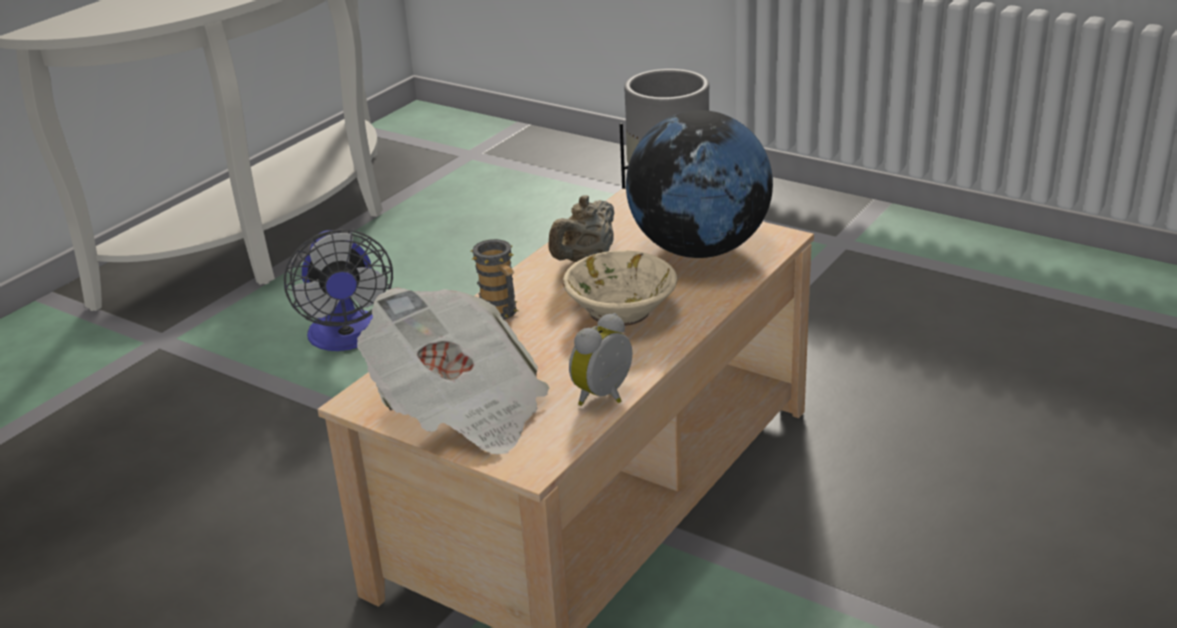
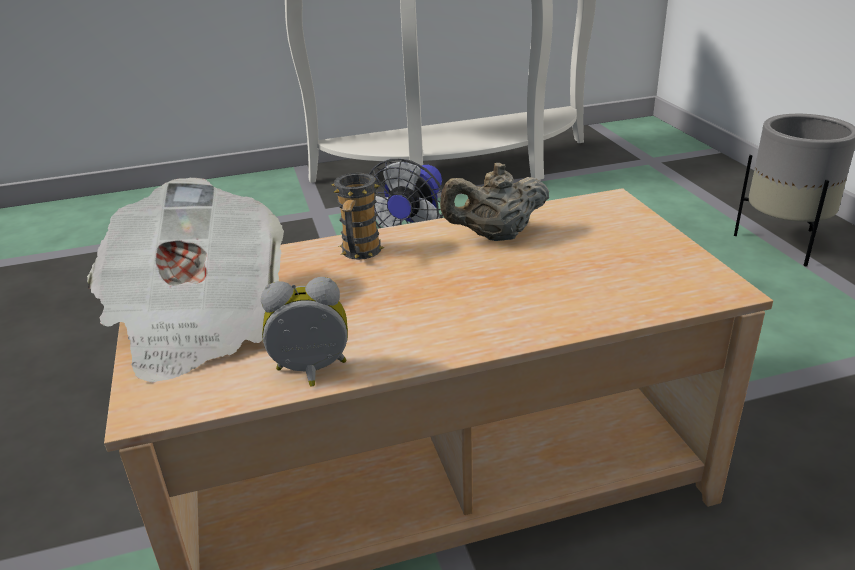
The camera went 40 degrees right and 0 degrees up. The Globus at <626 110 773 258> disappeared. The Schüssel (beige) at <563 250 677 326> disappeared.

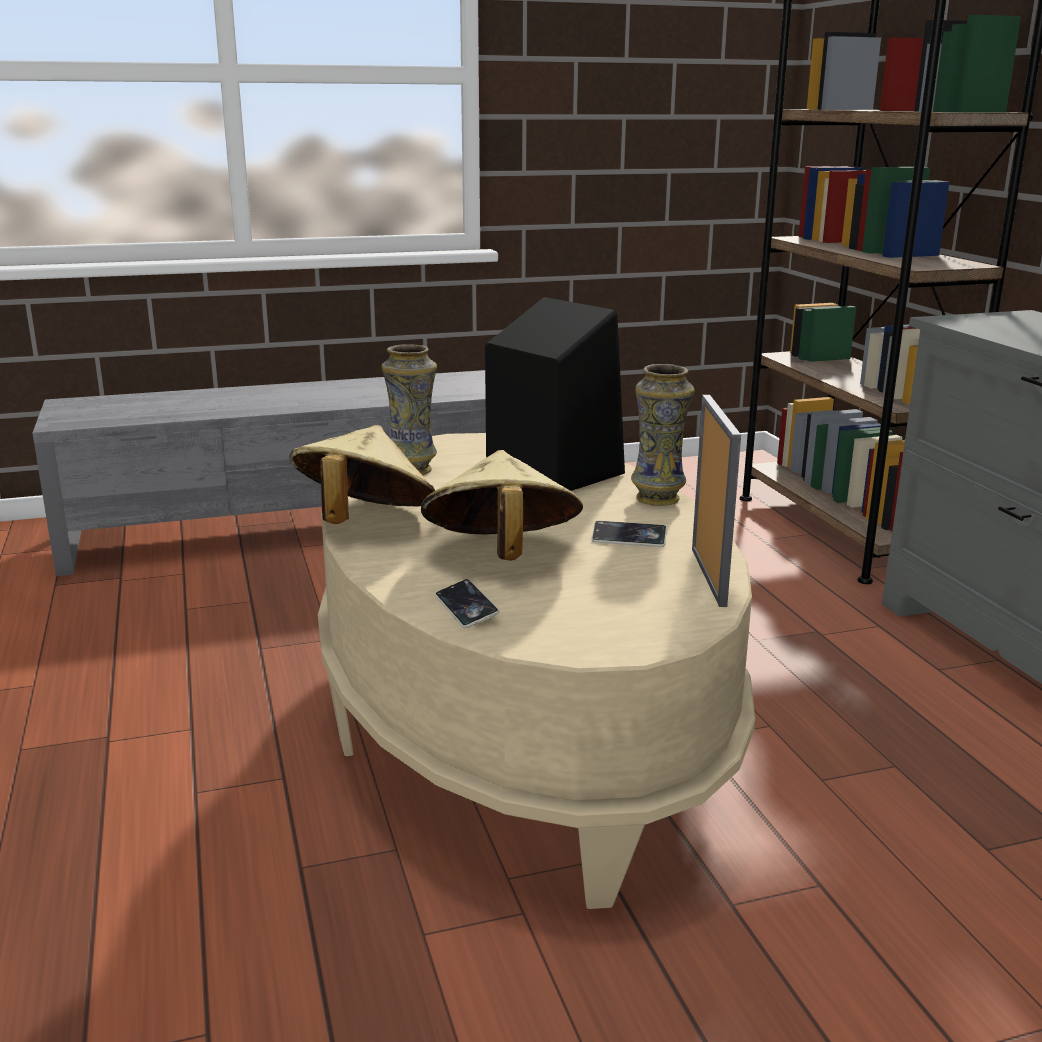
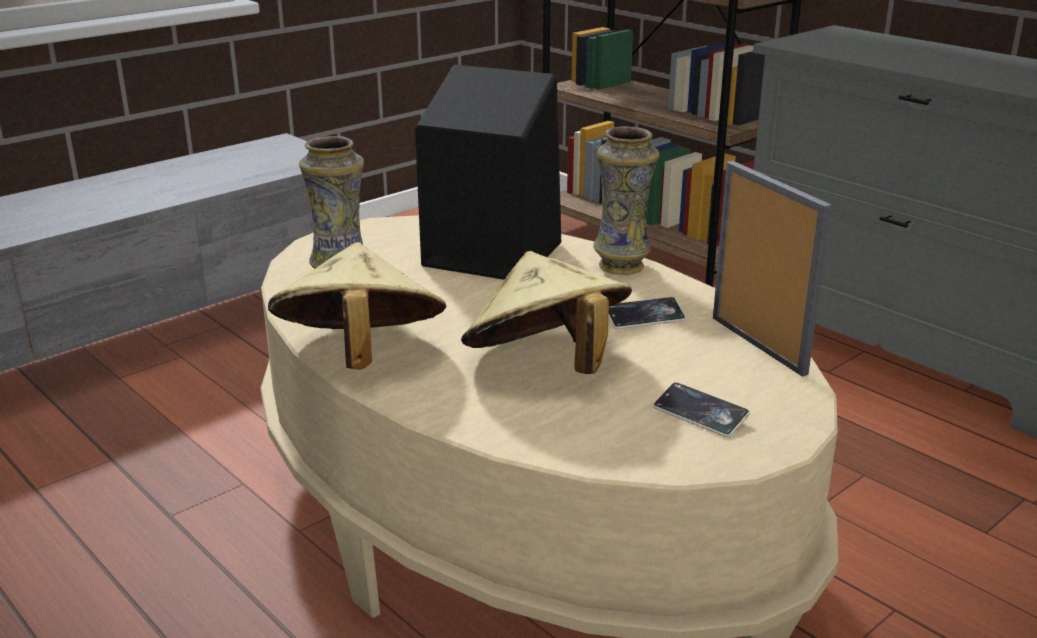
The camera went 25 degrees left and 5 degrees up. The Handy moved from <435 579 499 628> to <653 382 750 437>.

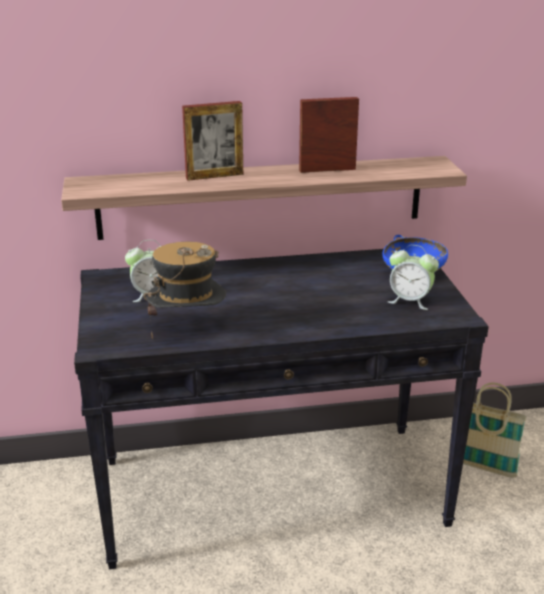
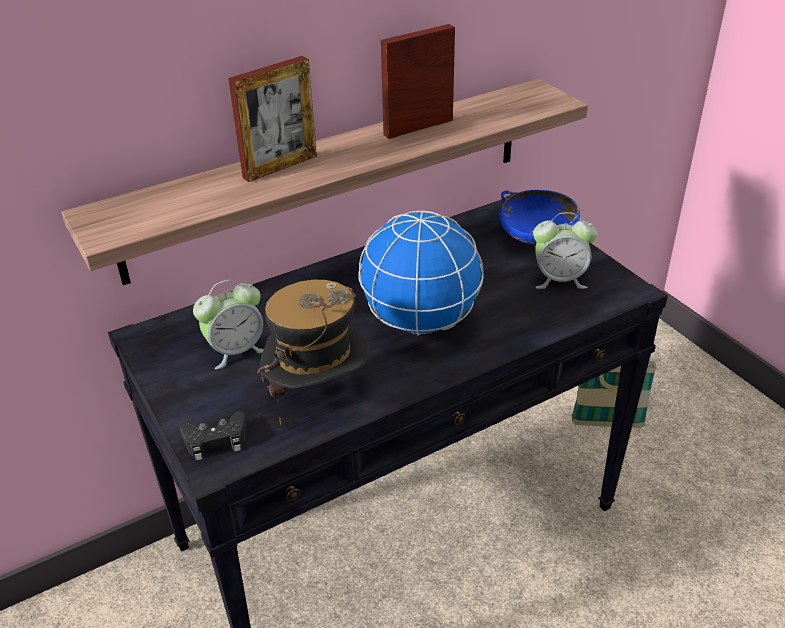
The camera went 20 degrees left and 10 degrees up. The Globus at <358 211 484 336> appeared. The Gamepad (schwarz) at <180 411 246 460> appeared.

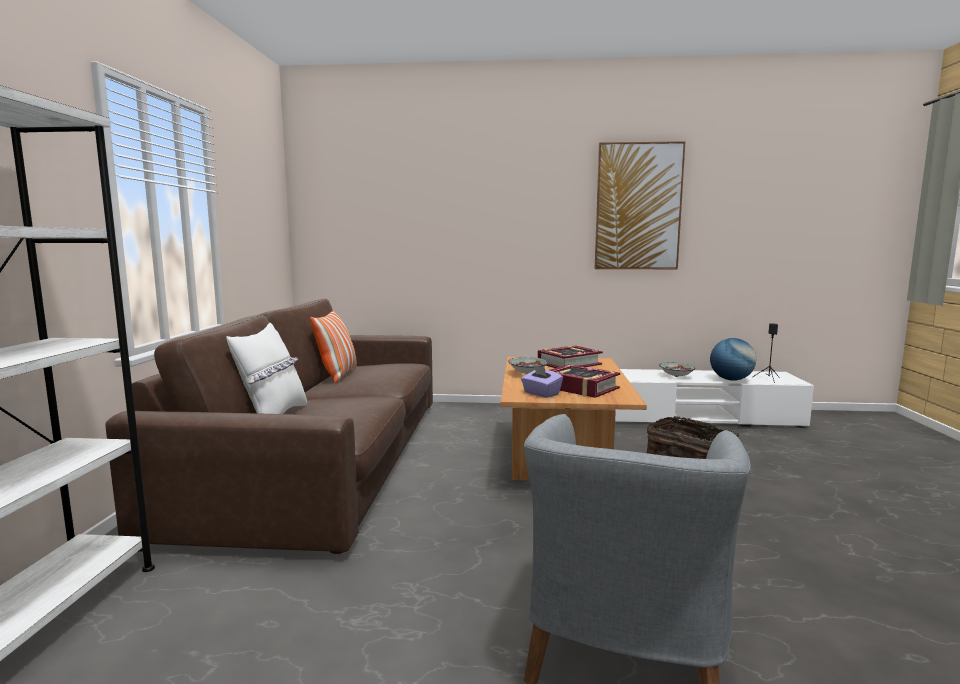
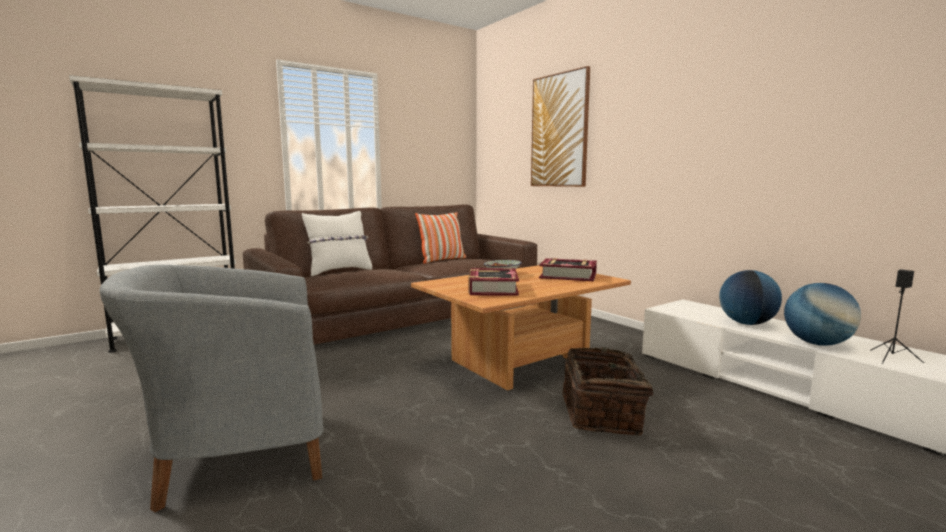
The camera went 50 degrees right and 0 degrees up. The Bild moved from <595 141 685 269> to <531 66 590 187>. The Schüssel at <659 363 695 377> was replaced by the Globus at <719 270 782 325>. The Taschentuchbox (lila) at <521 364 563 398> disappeared.

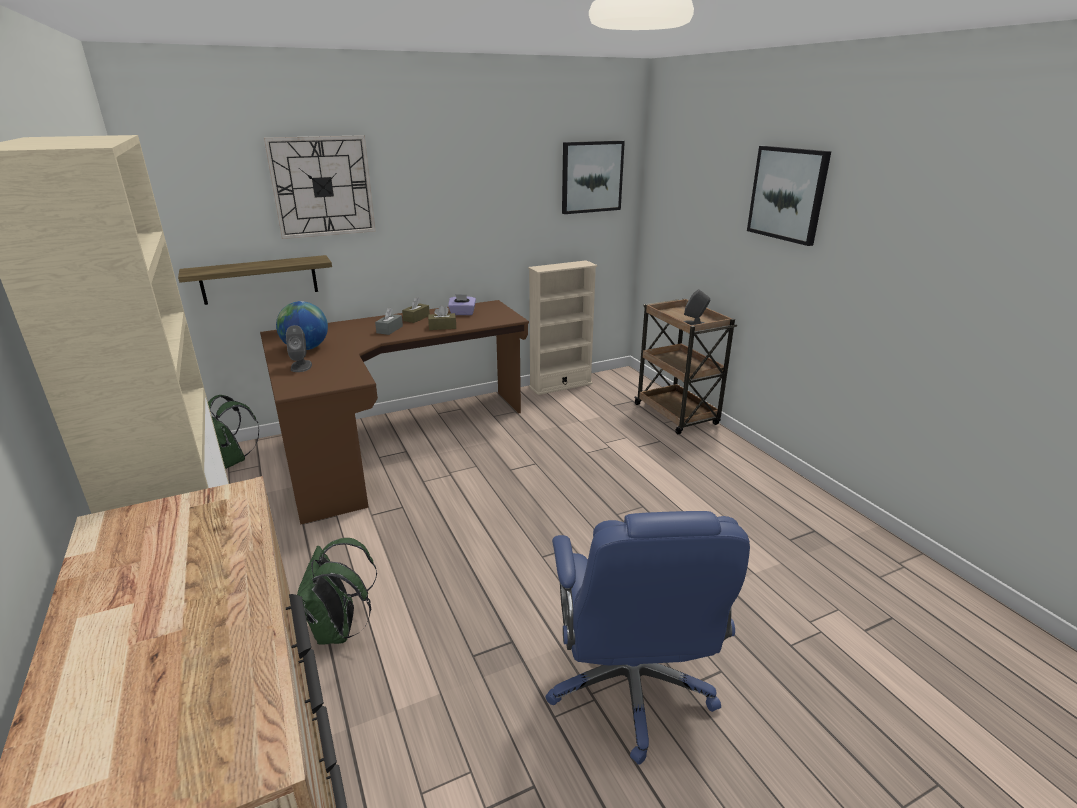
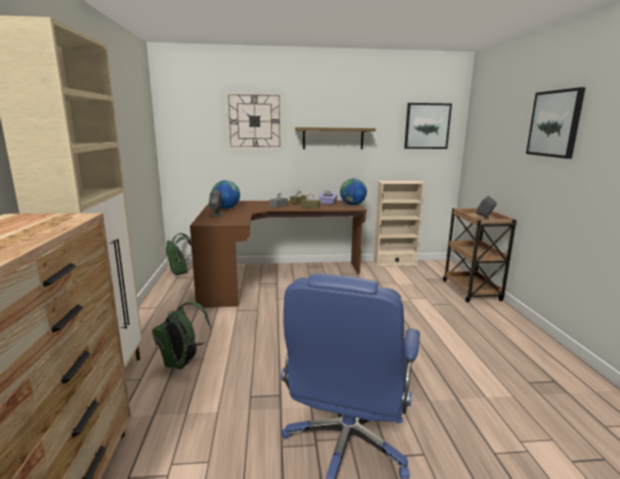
The camera went 20 degrees right and 10 degrees down. The Wandregal moved from <178 255 332 305> to <295 127 376 149>. The Globus at <340 178 367 205> appeared.

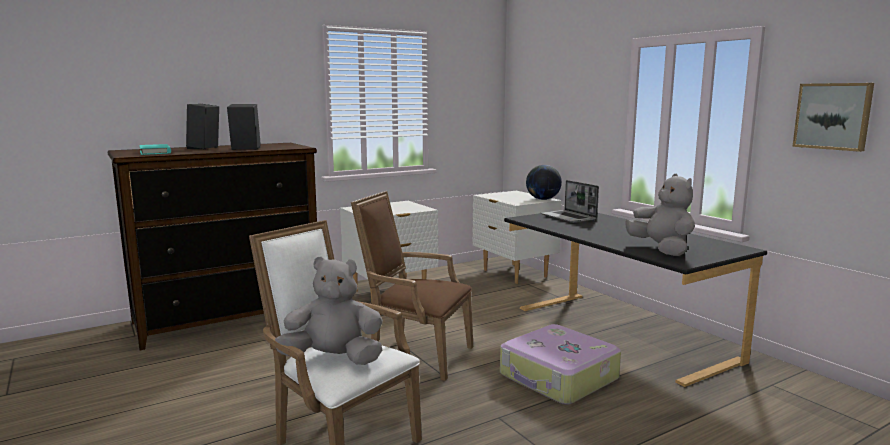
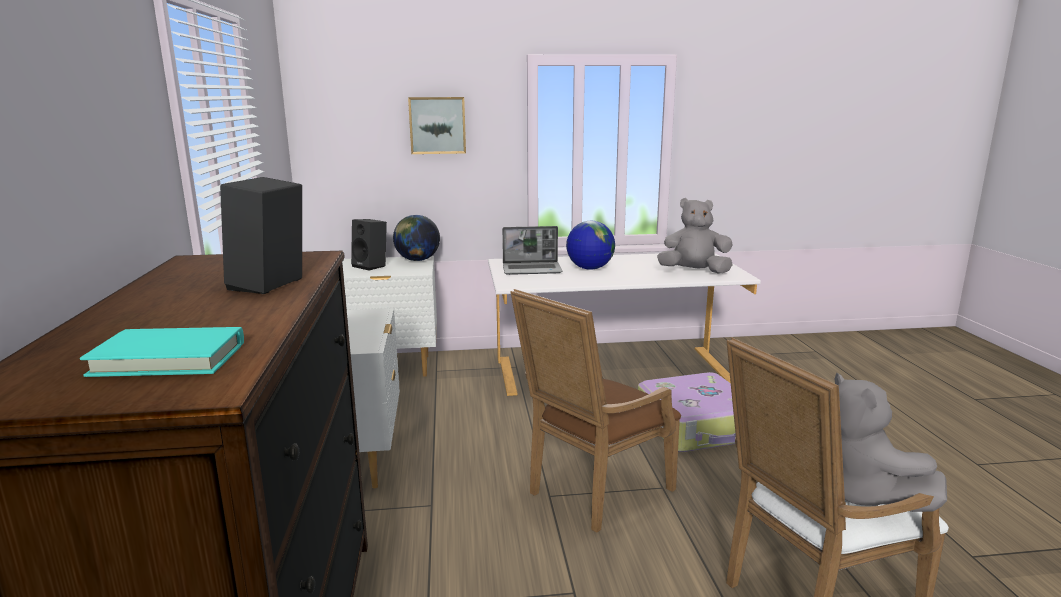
The camera went 65 degrees left and 5 degrees up. The Bild moved from <792 83 874 152> to <408 97 466 154>. The Lautsprecher (schwarz) moved from <186 104 219 150> to <351 219 387 271>. The Schreibtisch (schwarz) at <504 213 767 387> became the Schreibtisch (weiß) at <488 253 761 396>. The Plüschtier (grau) at <275 256 383 365> turned 45 degrees counterclockwise. The Globus at <566 221 615 270> appeared.

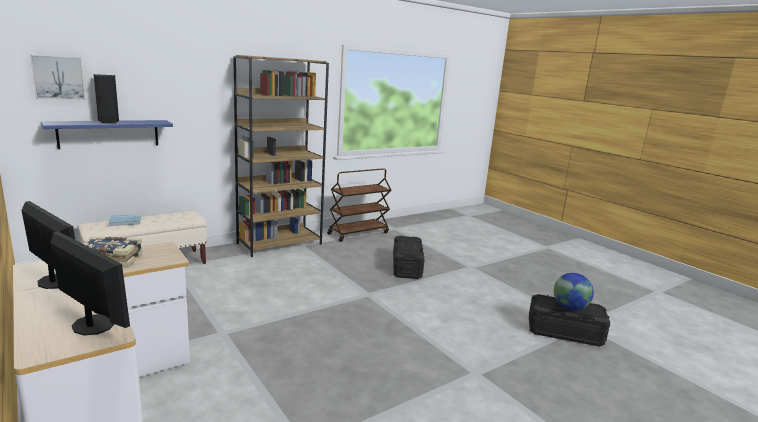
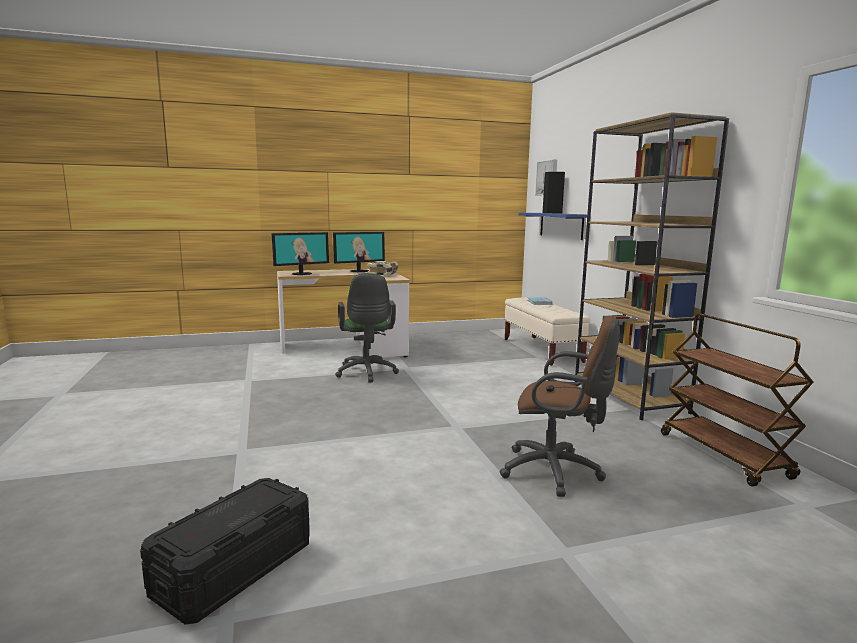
The camera went 110 degrees right and 5 degrees down. The Aufbewahrungsbox (schwarz) at <393 236 425 279> was replaced by the Bürostuhl (braun) at <500 316 620 497>. The Globus at <554 273 594 310> disappeared. The Bürostuhl (grün) at <335 273 399 382> appeared.

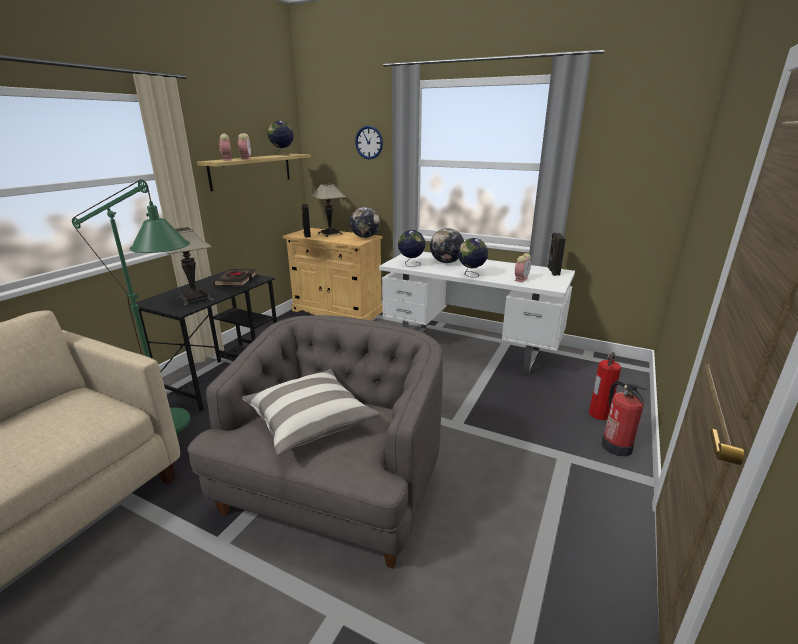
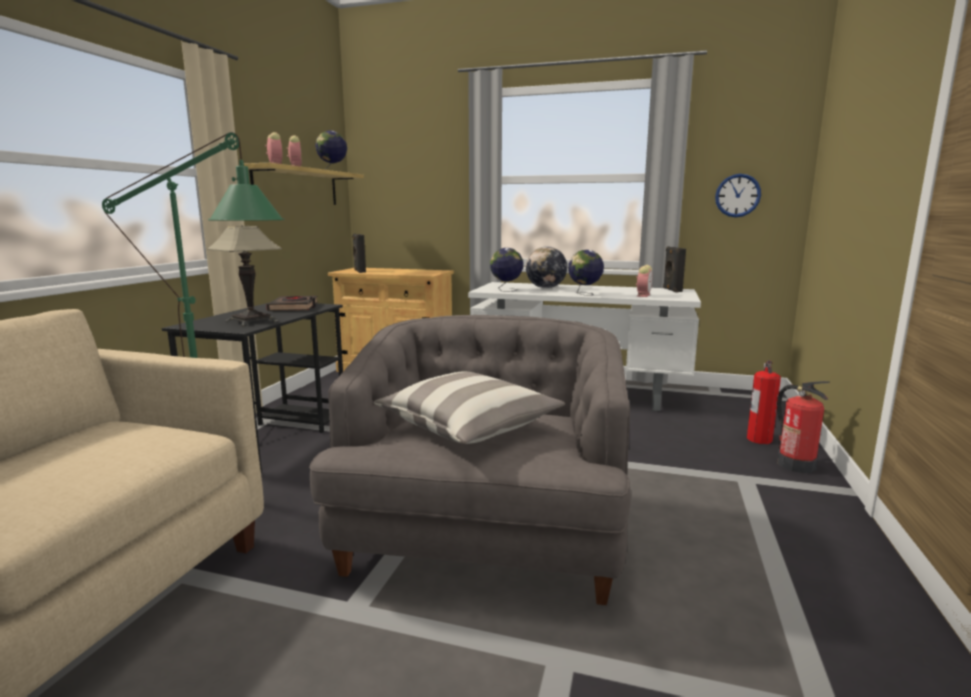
The camera went 10 degrees left and 10 degrees down. The Wanduhr moved from <355 126 383 159> to <715 174 761 217>. The Tischlampe at <310 184 346 237> disappeared. The Globus at <350 207 380 238> disappeared.

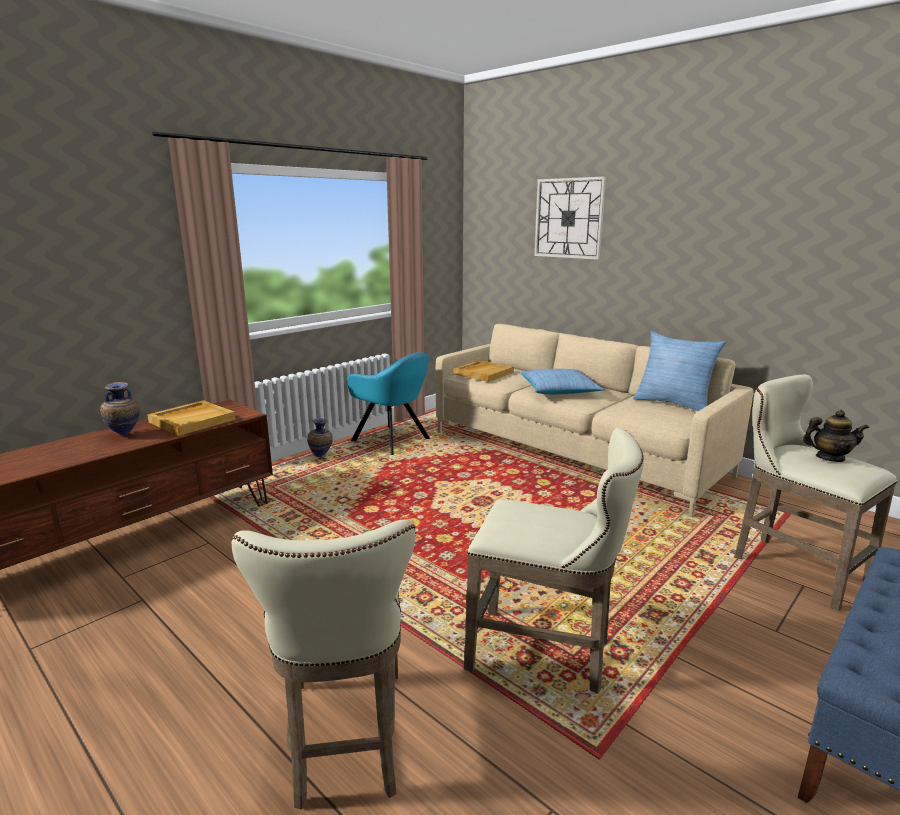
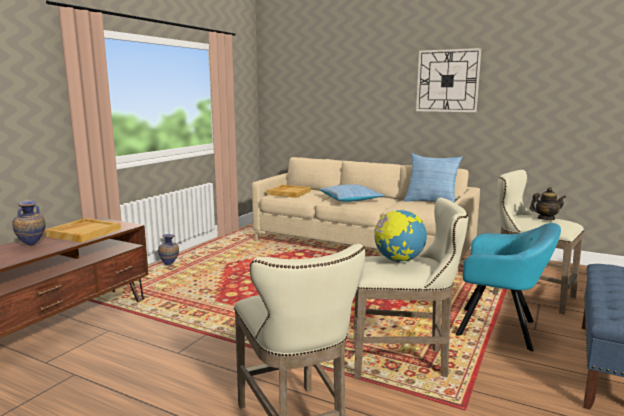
The camera went 15 degrees left and 5 degrees down. The Wanduhr moved from <534 176 606 260> to <416 48 481 112>. The Sessel (türkis) moved from <347 352 430 455> to <456 223 561 351>. The Globus at <374 209 427 263> appeared.

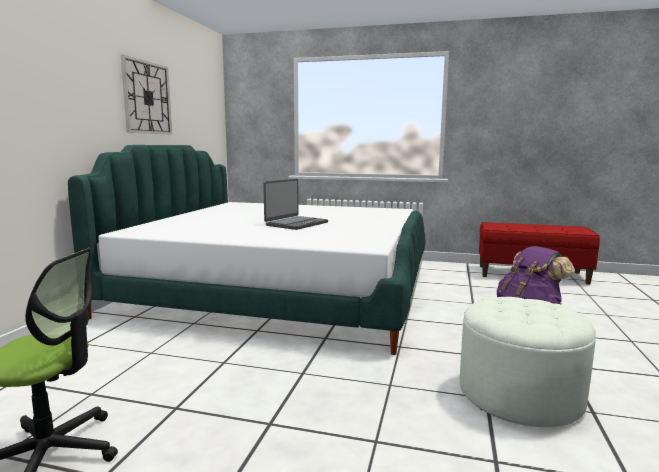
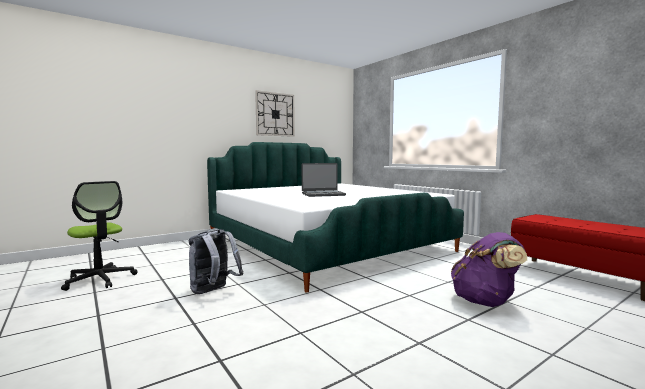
The camera went 40 degrees right and 5 degrees down. The Polsterhocker (weiß) at <460 297 596 427> disappeared. The Rucksack (grau) at <189 228 244 294> appeared.

